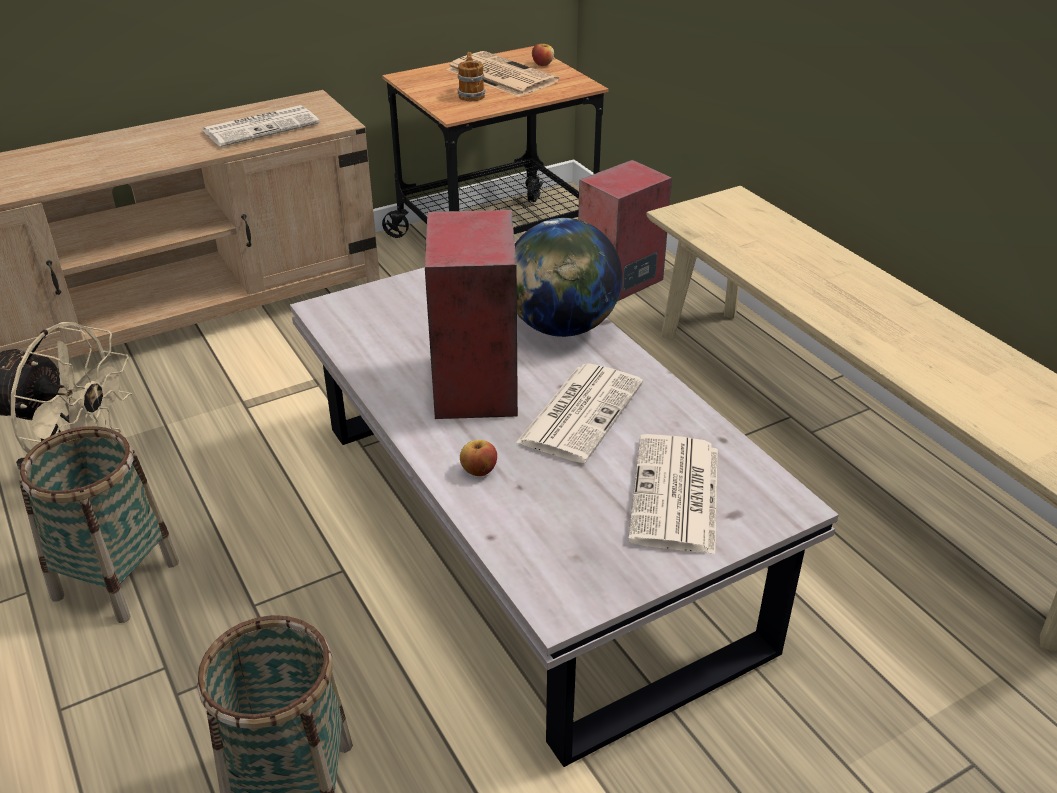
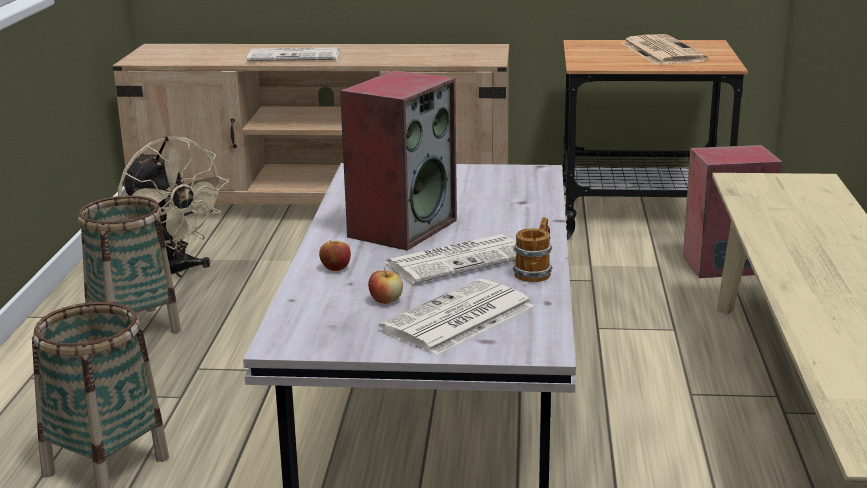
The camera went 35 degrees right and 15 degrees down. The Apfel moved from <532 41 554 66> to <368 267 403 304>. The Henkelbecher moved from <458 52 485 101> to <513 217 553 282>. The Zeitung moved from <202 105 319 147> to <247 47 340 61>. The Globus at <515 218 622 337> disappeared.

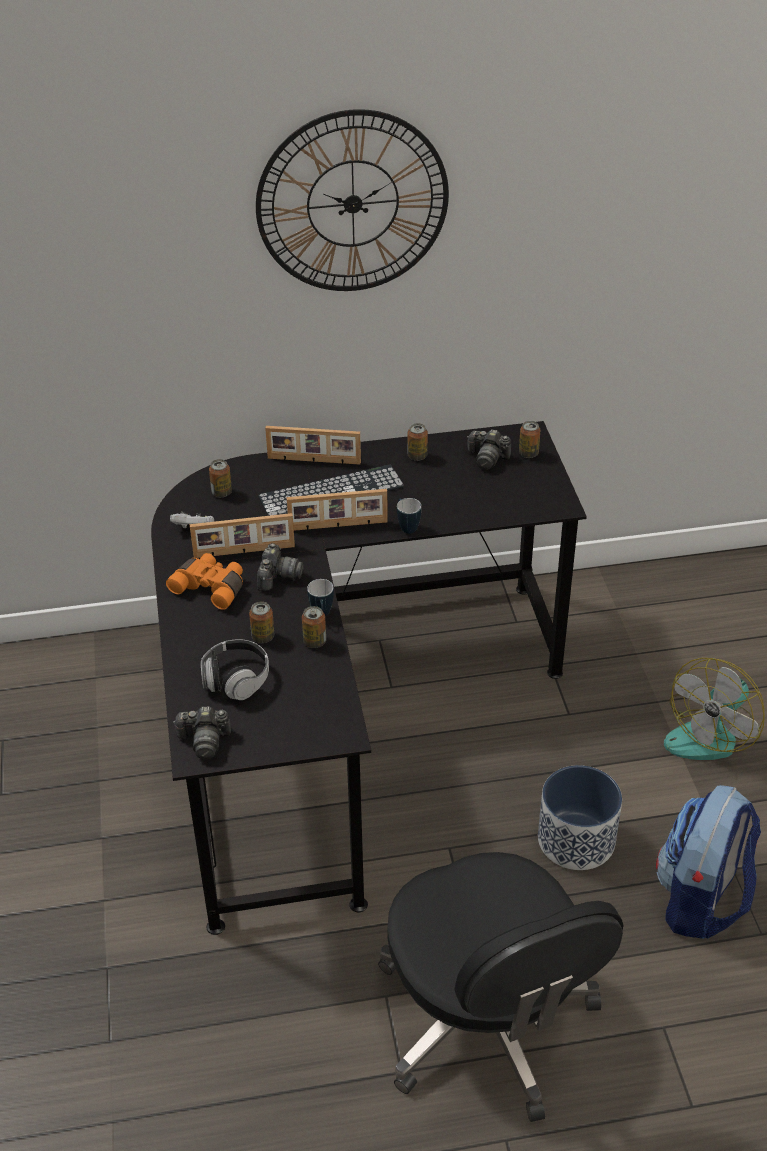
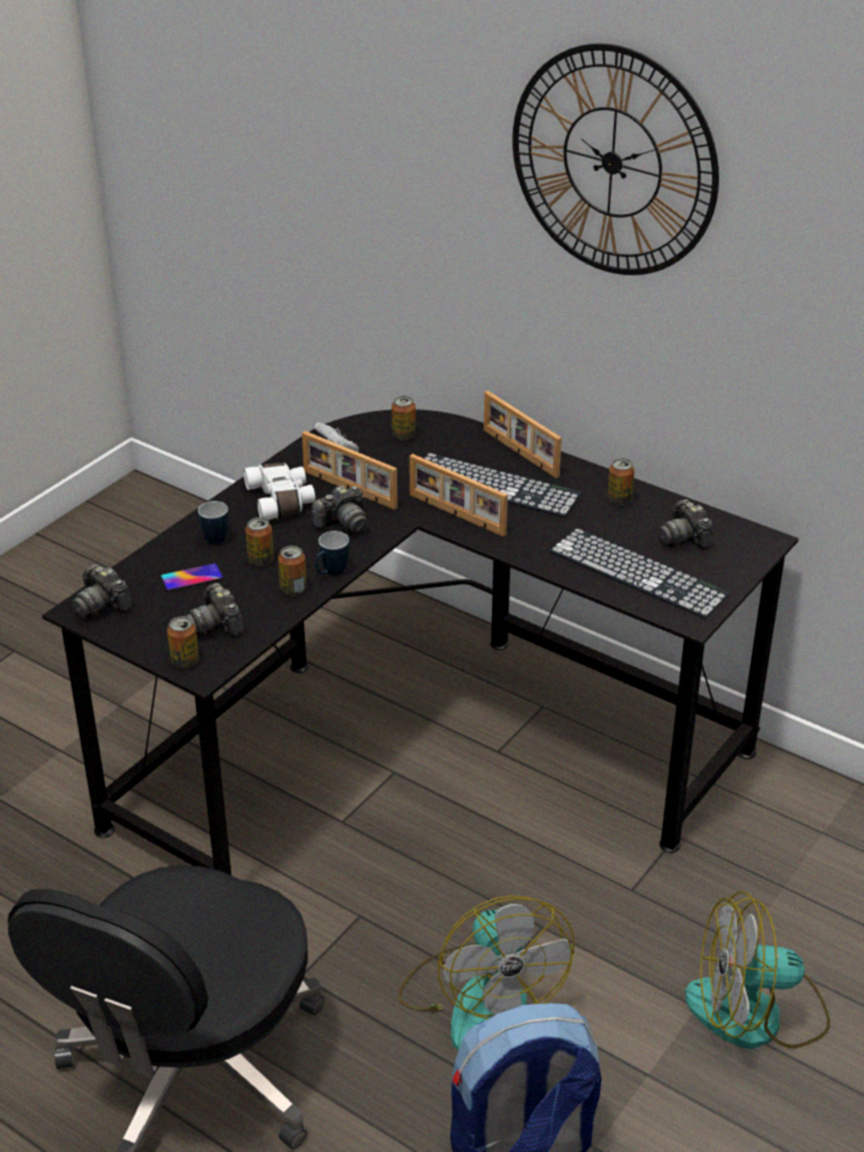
The camera went 45 degrees right and 5 degrees down. The Dose moved from <519 421 540 458> to <167 616 199 668>. The Henkelbecher moved from <397 498 421 534> to <198 501 228 545>. The Fernglas (orange) at <166 553 243 610> became the Fernglas (weiß) at <244 463 315 520>. The Kopfhörer at <201 639 269 700> was replaced by the Handy at <161 563 223 591>. The Pflanzkübel at <538 765 622 870> was replaced by the Ventilator at <398 896 574 1051>. The Tastatur at <549 528 730 619> appeared. The Kamera at <186 583 244 637> appeared.

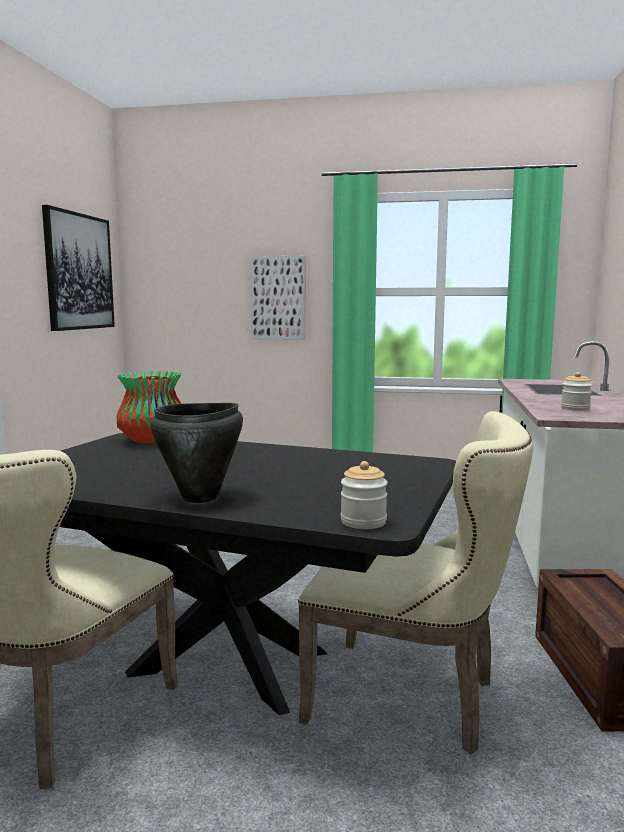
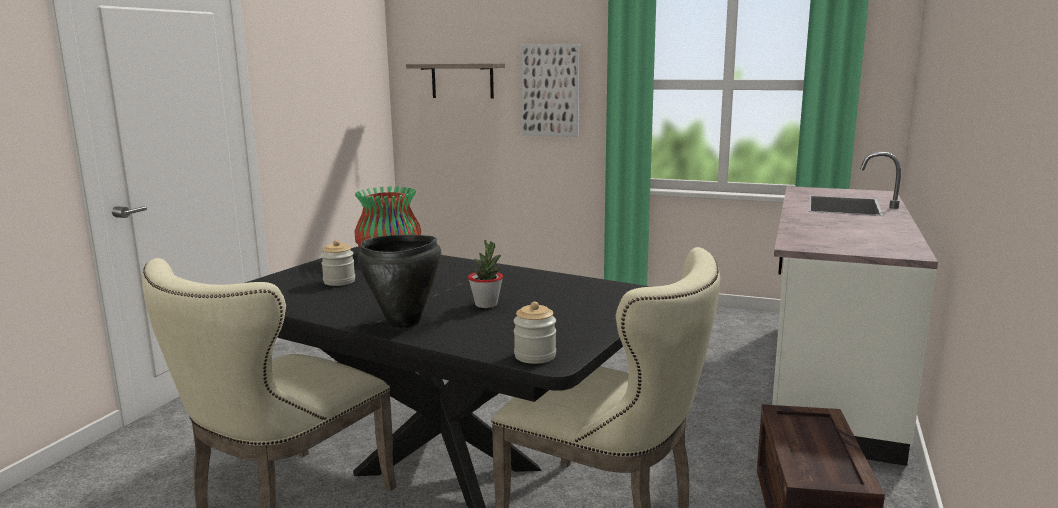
The camera went 10 degrees right and 5 degrees up. The Bild at <42 205 115 331> disappeared. The Vorratsglas moved from <561 372 592 411> to <321 240 355 286>. The Wandregal at <406 63 505 99> appeared. The Topfpflanze at <468 240 503 308> appeared.

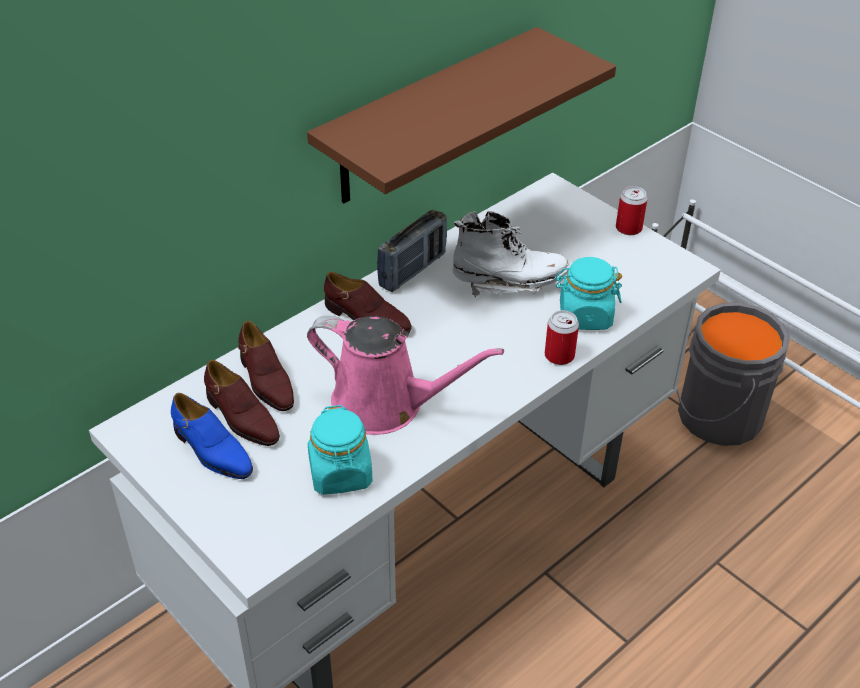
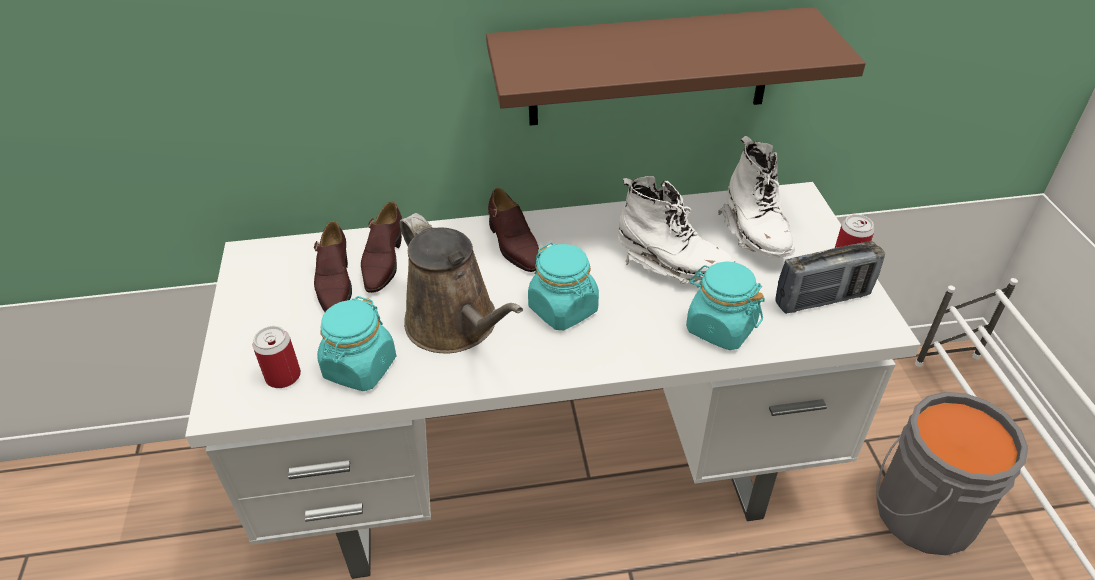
The camera went 35 degrees right and 0 degrees up. The Radio moved from <377 210 447 292> to <775 241 885 314>. The Dose moved from <545 310 579 365> to <253 326 301 388>. The Gießkanne (rosa) at <307 316 504 435> became the Gießkanne (braun) at <400 213 523 353>. The Schuh (blau) at <171 393 253 479> disappeared. The Stiefel (weiß) at <718 136 795 258> appeared. The Vorratsglas (türkis) at <528 243 599 330> appeared.

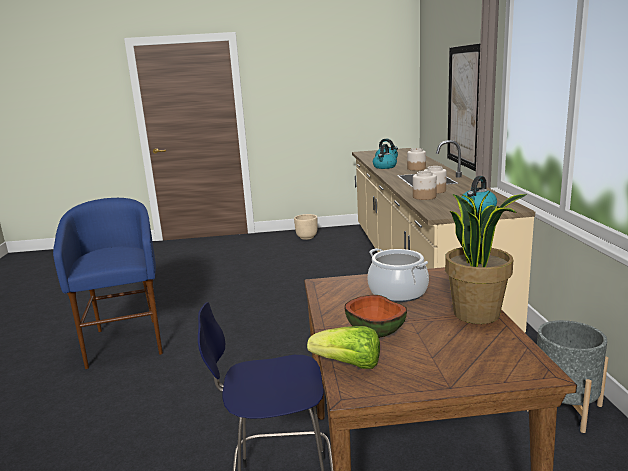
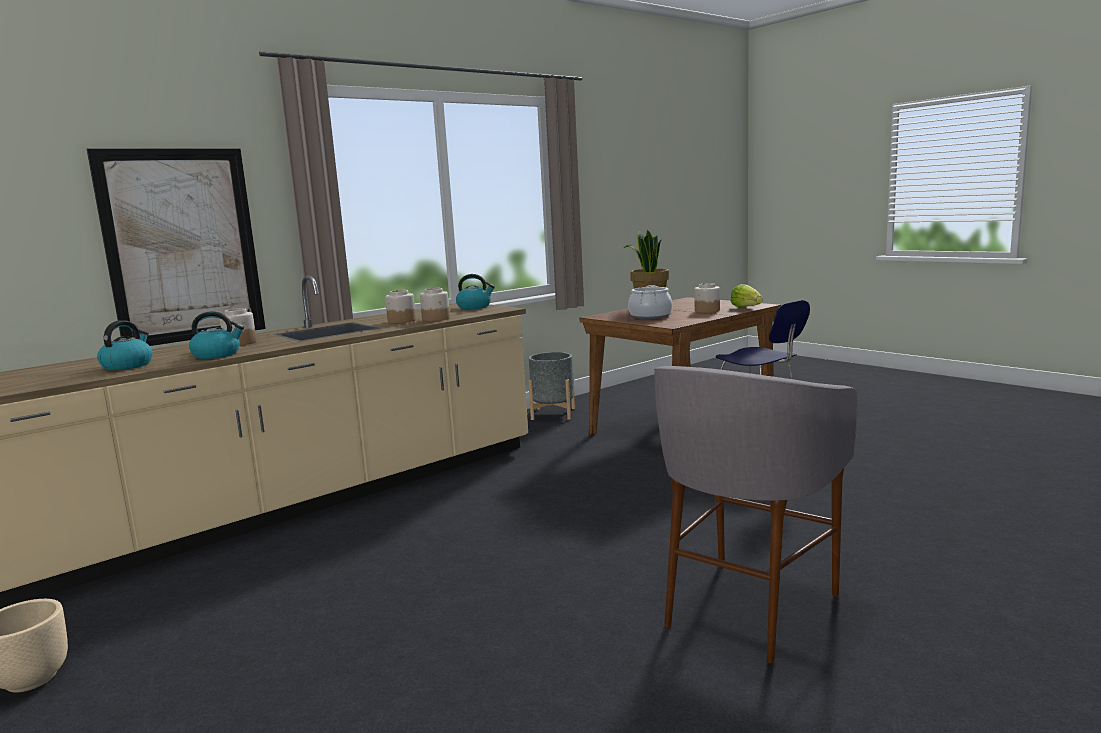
The camera went 125 degrees left and 5 degrees down. The Hocker (blau) at <53 198 163 369> became the Hocker (grau) at <654 366 858 663>. The Schüssel at <344 295 407 338> was replaced by the Vorratsglas at <694 283 720 313>.

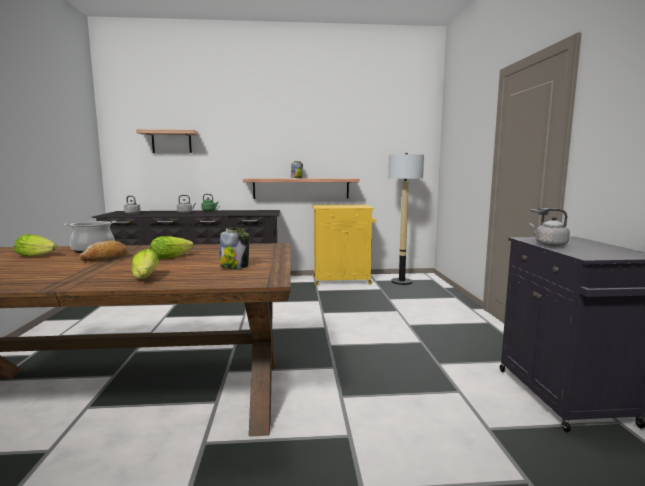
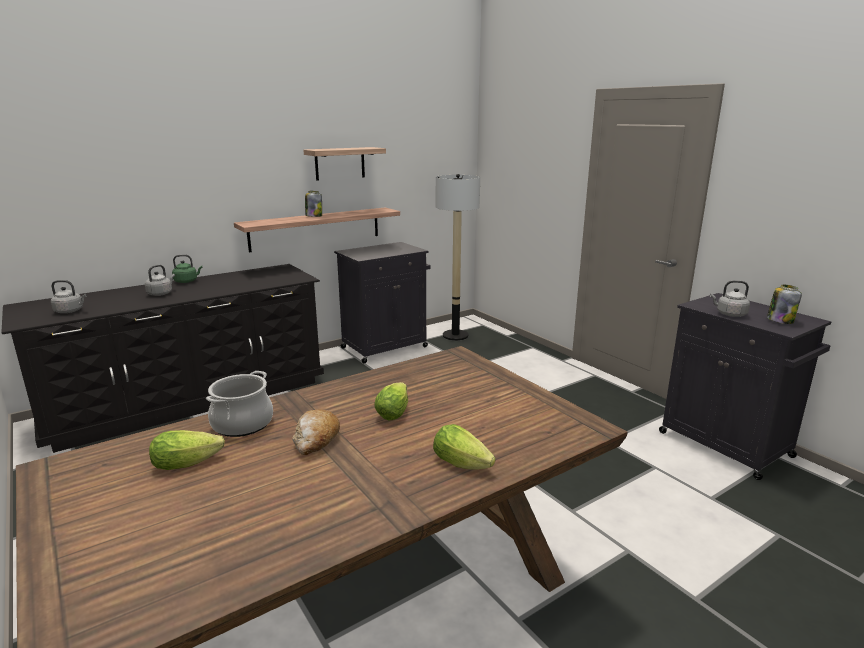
The camera went 30 degrees left and 10 degrees up. The Wandregal moved from <136 129 199 153> to <304 147 386 181>. The Schrank (gelb) at <312 205 376 286> became the Schrank (schwarz) at <334 242 431 363>. The Vorratsglas moved from <219 228 250 269> to <767 285 802 324>.

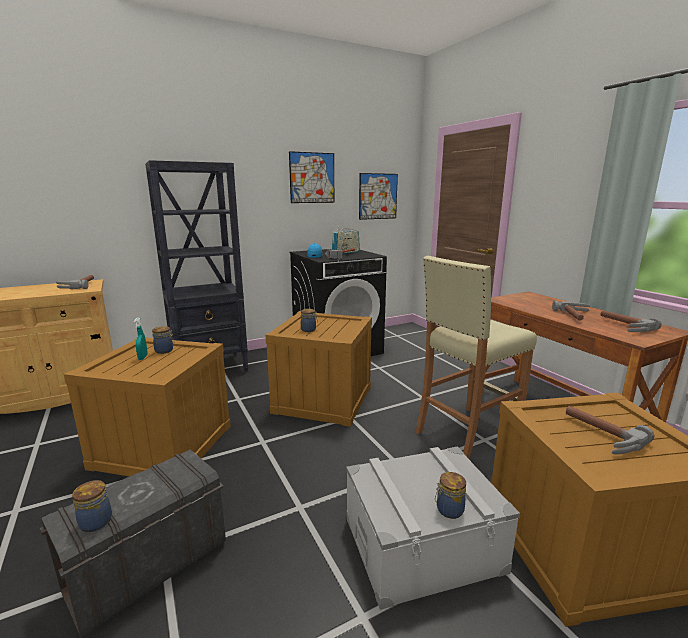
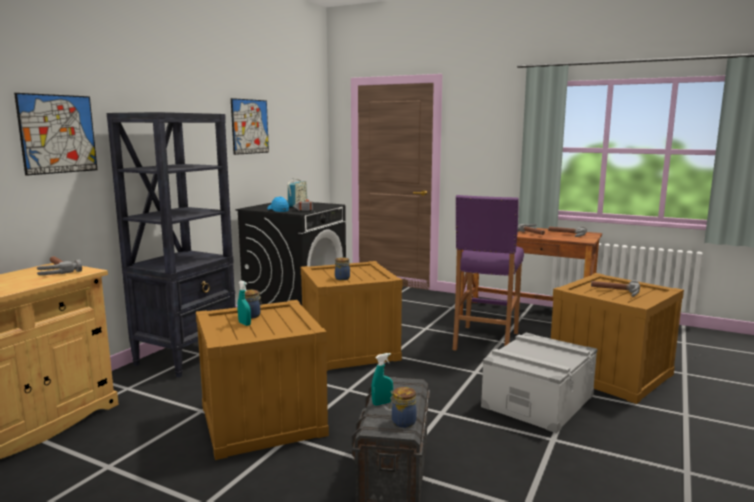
The camera went 35 degrees left and 5 degrees down. The Bild moved from <359 173 398 220> to <14 93 97 176>. The Hocker (beige) at <416 256 537 459> became the Hocker (lila) at <452 195 524 351>. The Vorratsglas at <435 472 466 519> disappeared. The Sprühflasche (türkis) at <371 353 393 406> appeared.

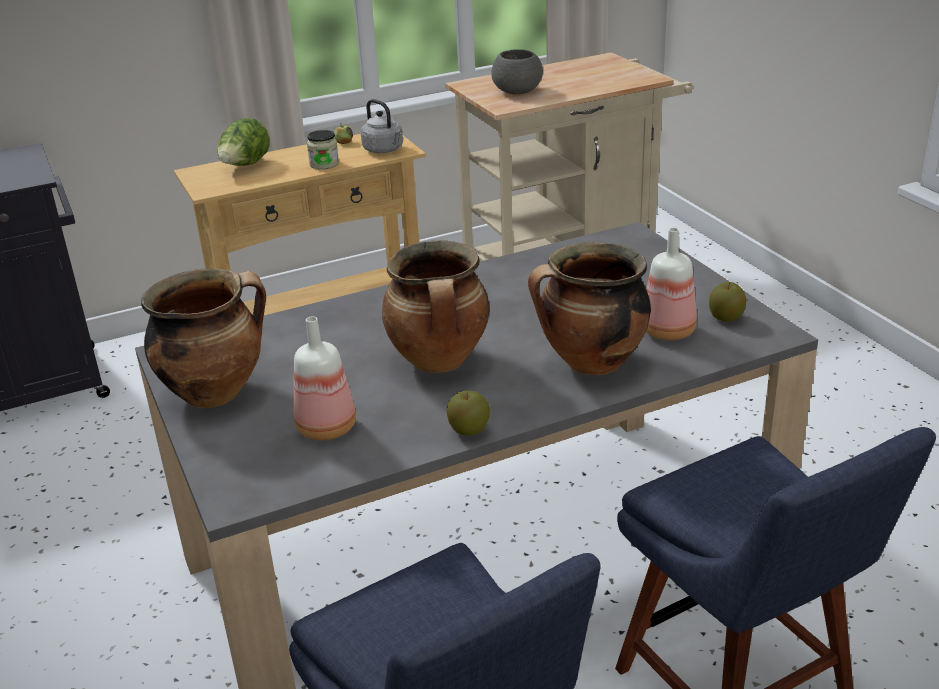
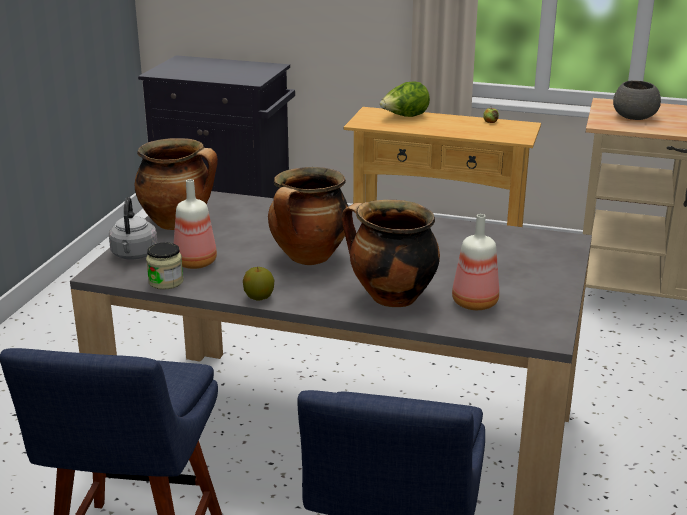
The camera went 40 degrees right and 5 degrees down. The Wasserkessel (grau) moved from <361 99 403 153> to <109 197 158 260>. The Vorratsglas moved from <307 130 339 170> to <146 242 183 290>. The Apfel at <709 282 746 322> disappeared.

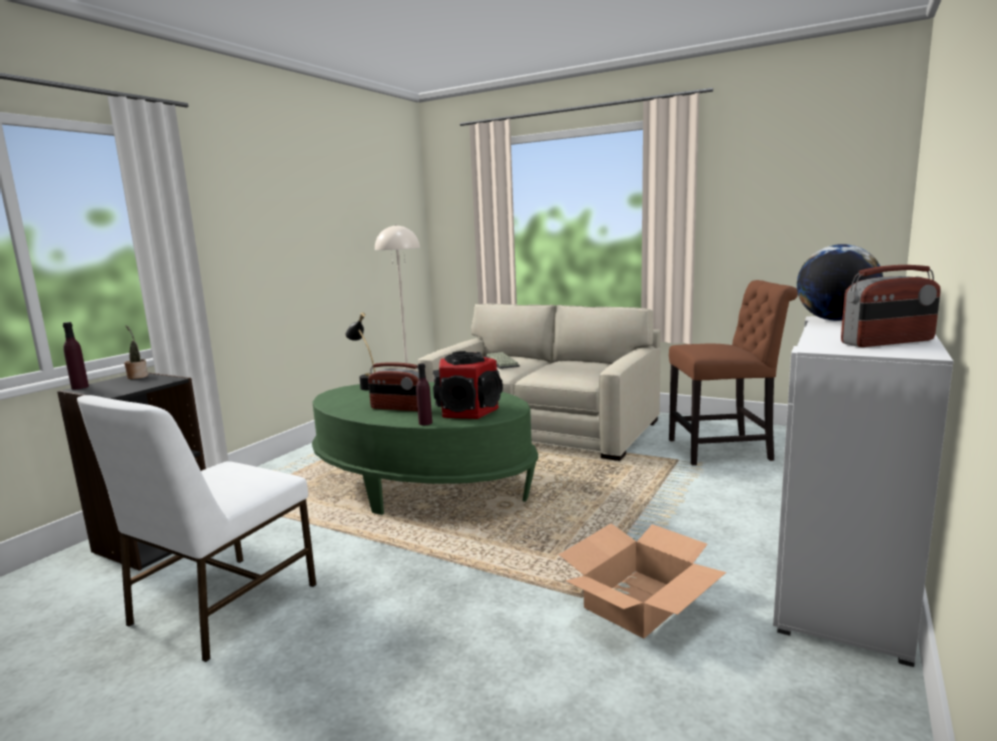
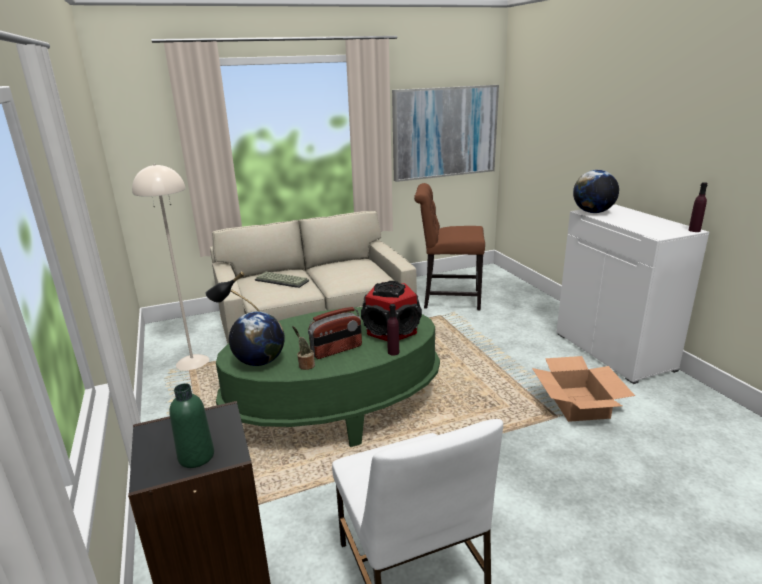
The camera went 50 degrees left and 10 degrees up. The Radio at <841 265 941 347> disappeared. The Stuhl (braun) at <669 280 798 466> turned 120 degrees counterclockwise. The Flasche (lila) moved from <63 322 89 389> to <689 182 708 232>. The Topfpflanze moved from <124 325 148 379> to <292 326 315 370>. The Bild at <392 85 499 182> appeared. The Globus at <229 311 285 366> appeared. The Flasche (grün) at <169 384 214 468> appeared.

